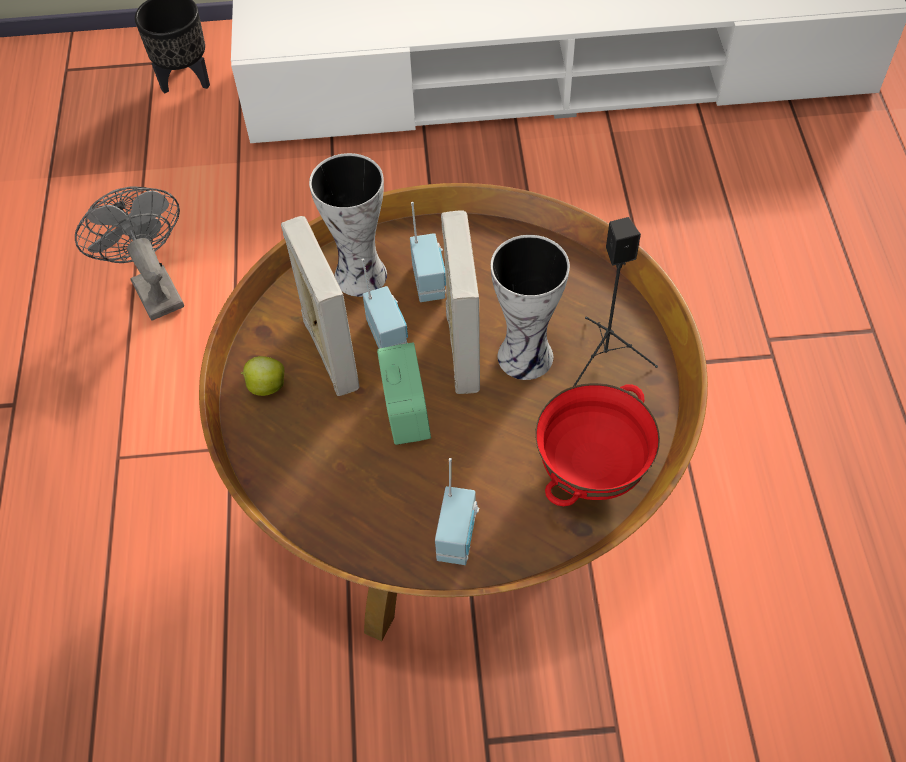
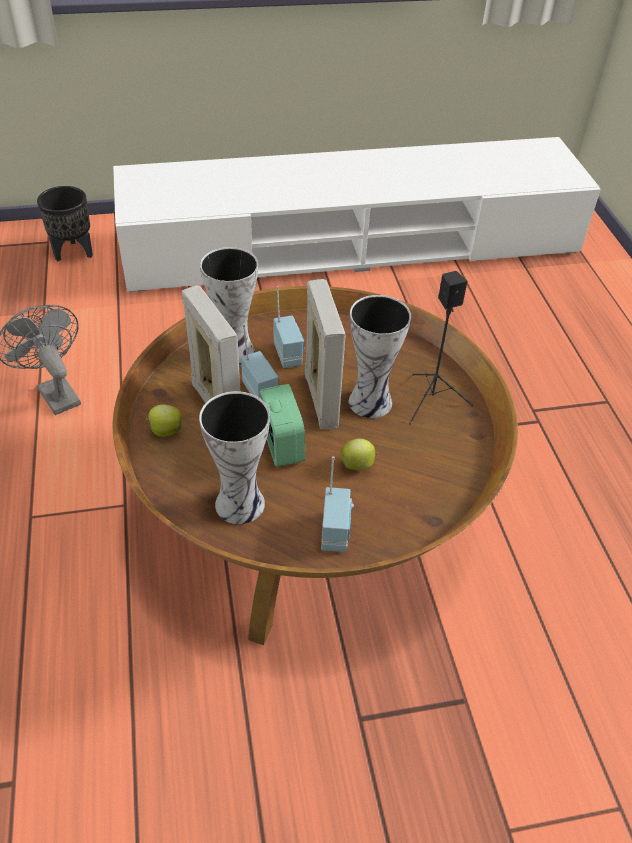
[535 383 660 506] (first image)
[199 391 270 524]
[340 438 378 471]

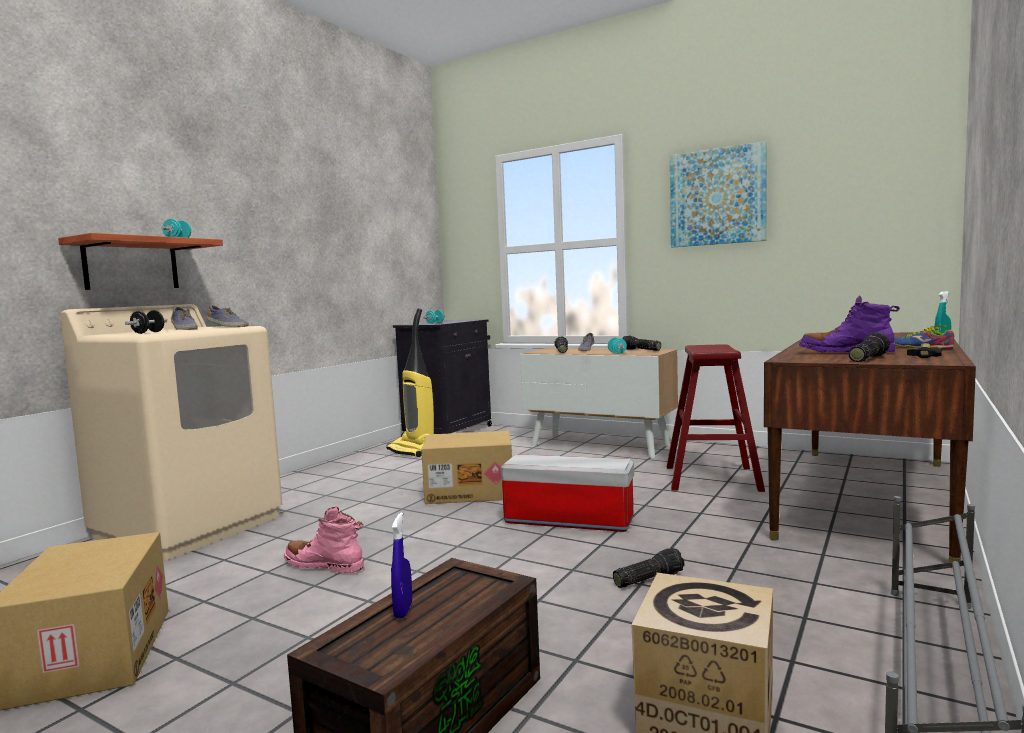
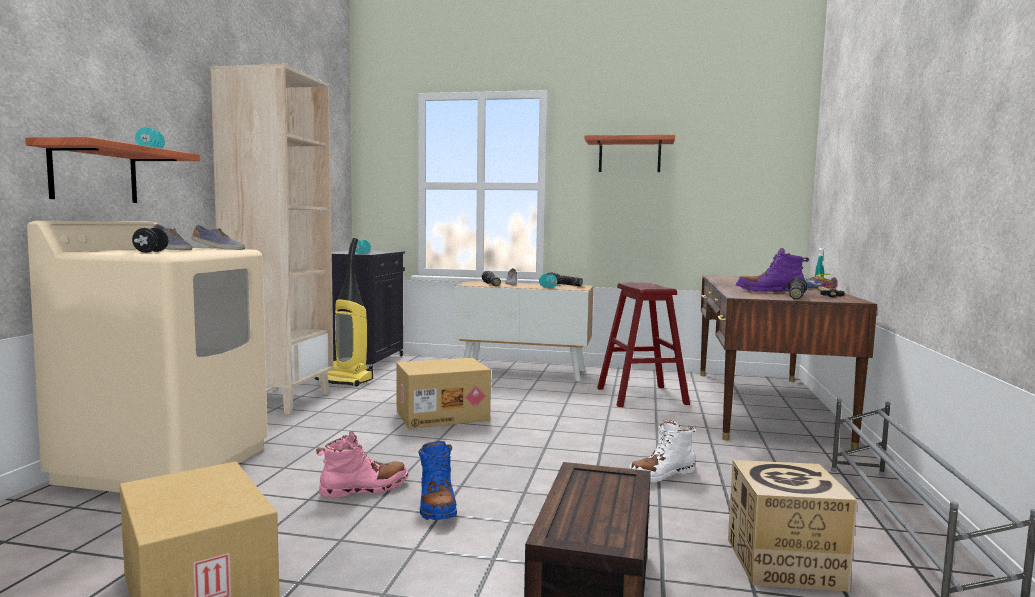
[315 432 409 499]
[391 513 412 618] (first image)
[501 454 634 532] (first image)
[629 420 696 482]
[584 135 675 172]
[210 64 333 415]
[418 441 457 520]

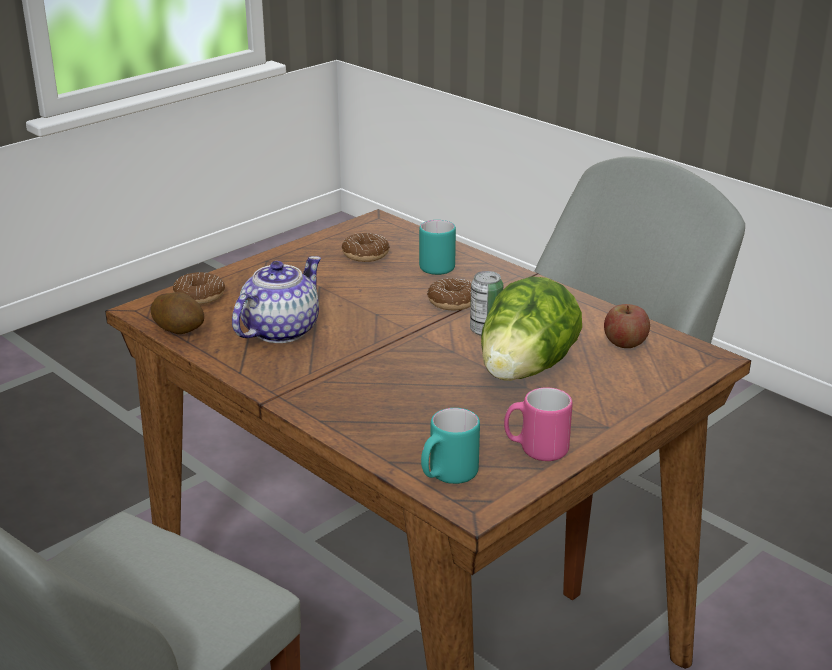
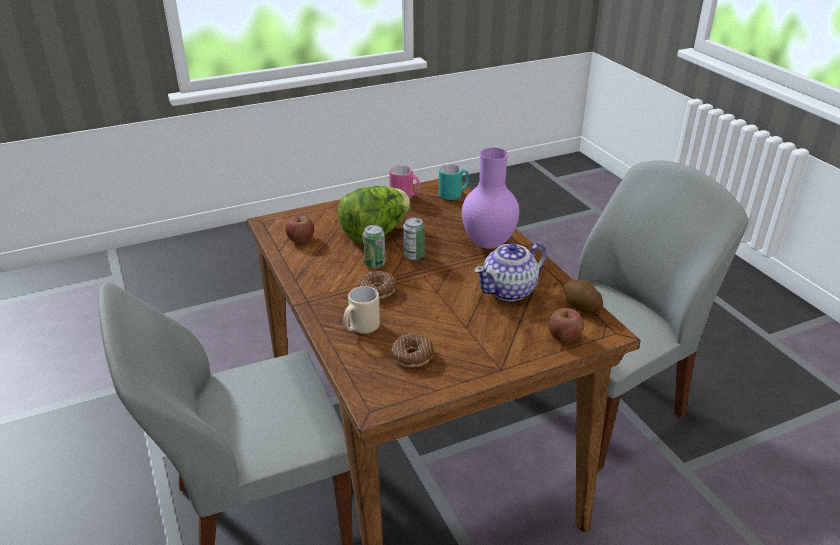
[549 308 584 342]
[343 286 380 334]
[403 217 425 260]
[462 148 520 249]

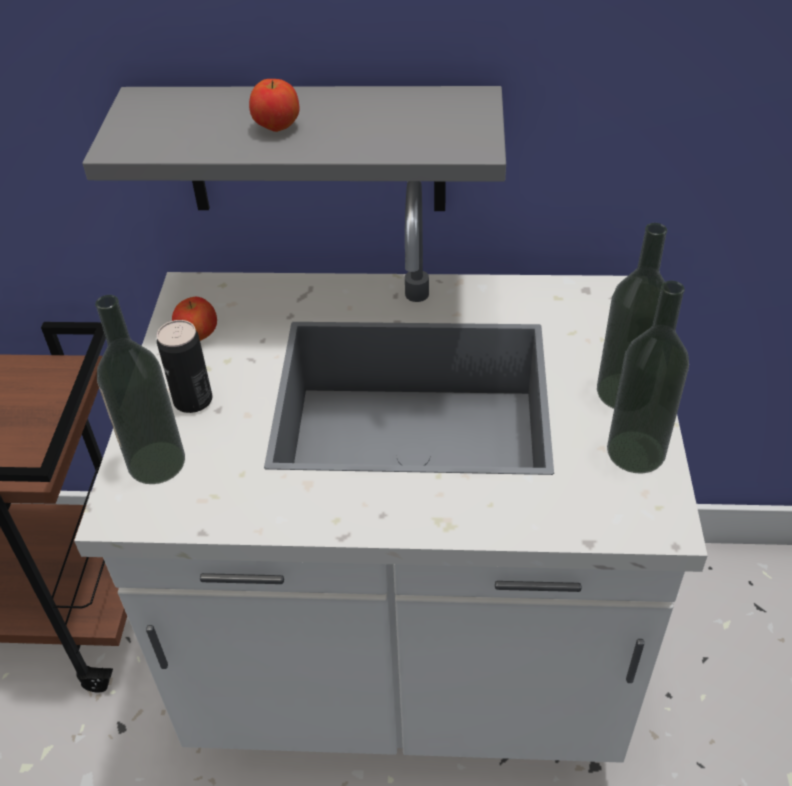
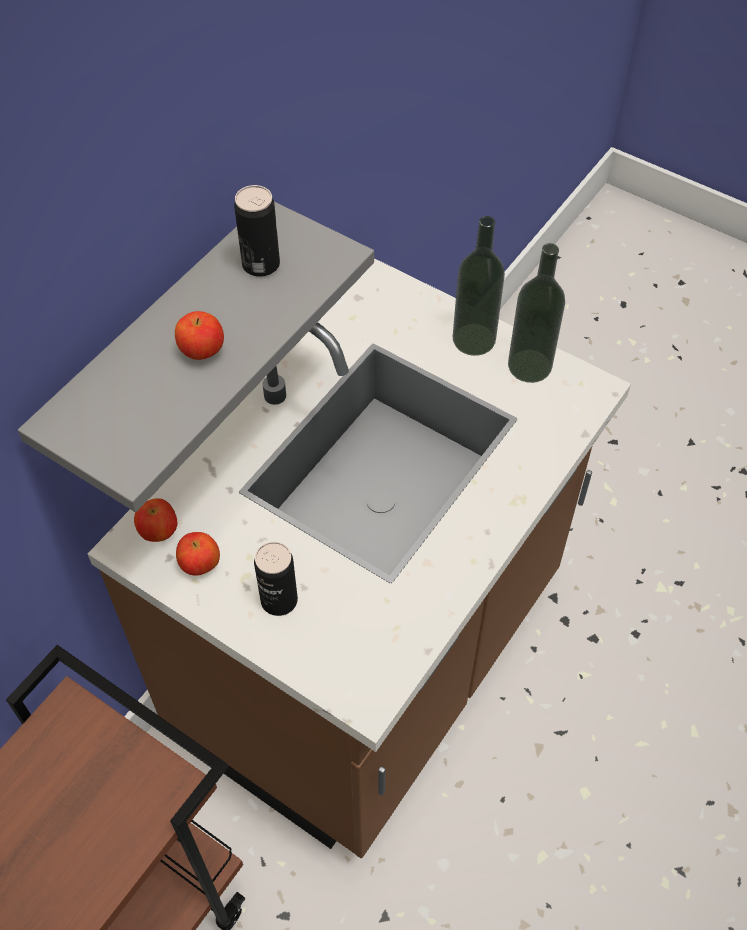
[88 258 631 858]
[95 295 185 484] (first image)
[134 498 177 542]
[234 185 280 277]

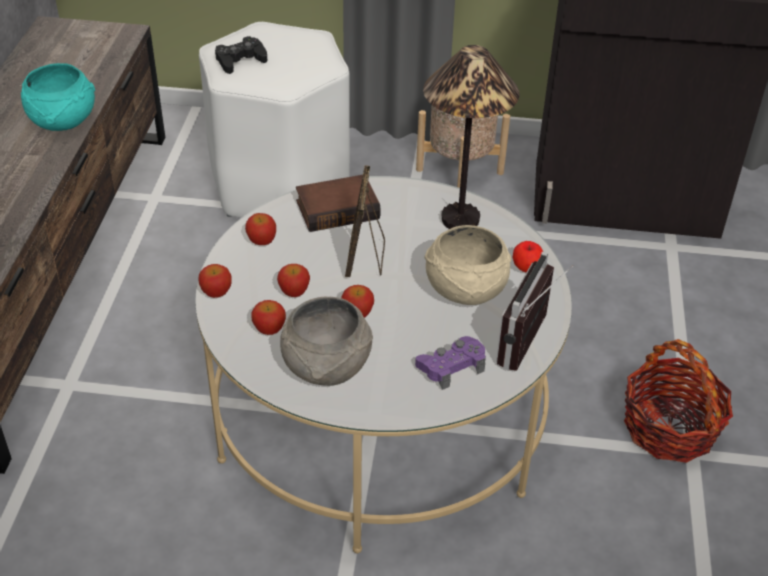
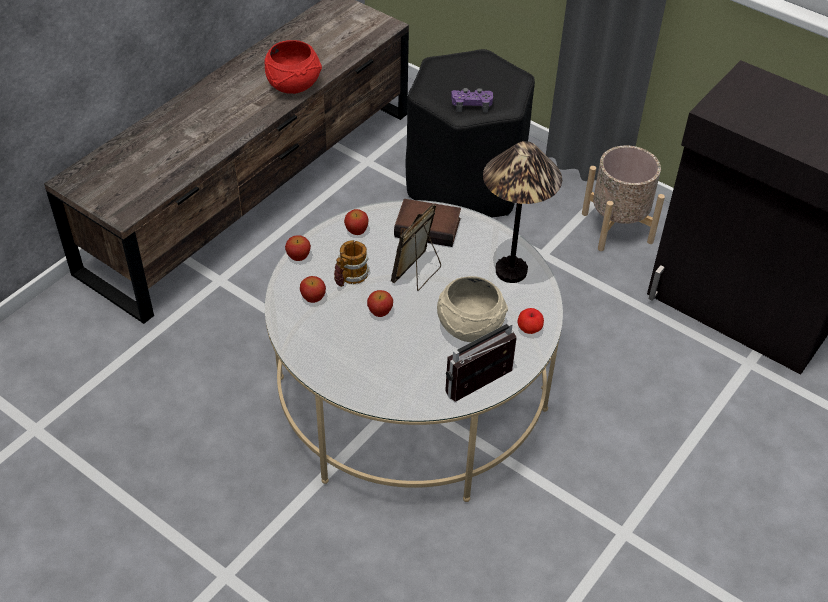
[264 40 322 94]
[406 49 535 218]
[215 36 267 74] (first image)
[334 240 369 287]
[280 297 373 386] (first image)
[451 88 493 112]
[624 339 733 463] (first image)

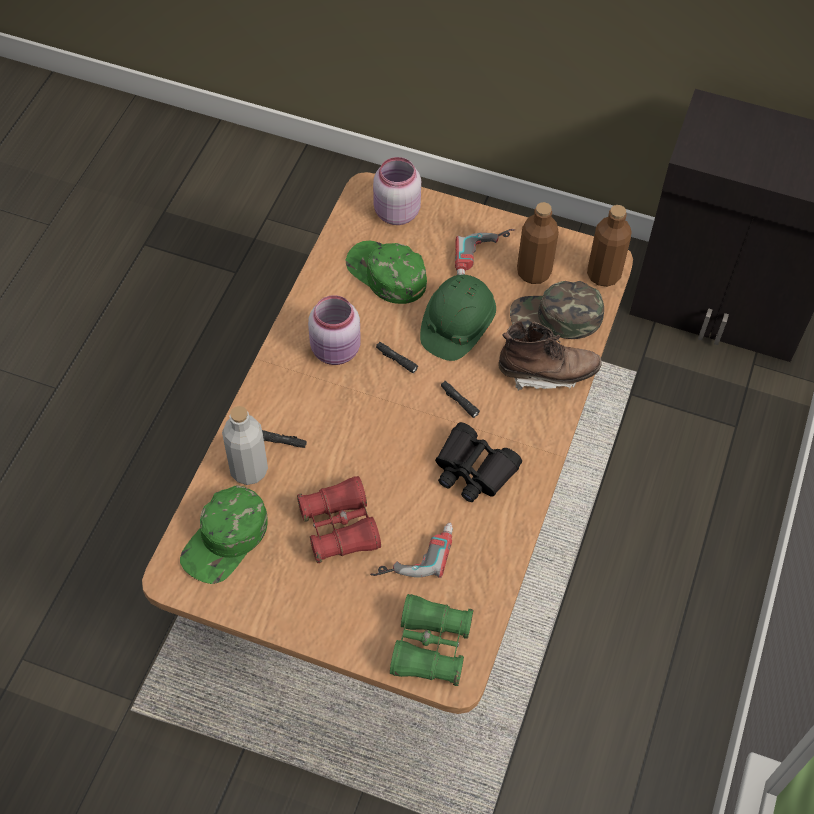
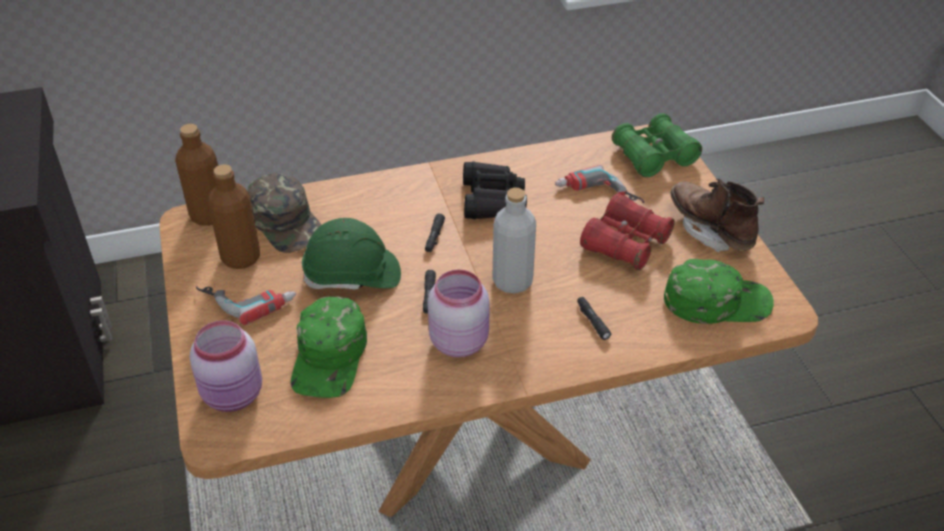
[492 187 536 294]
[670 179 764 252]

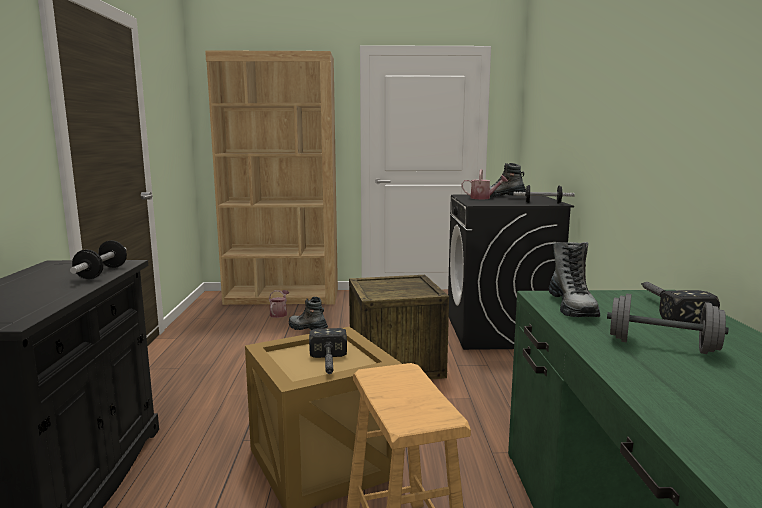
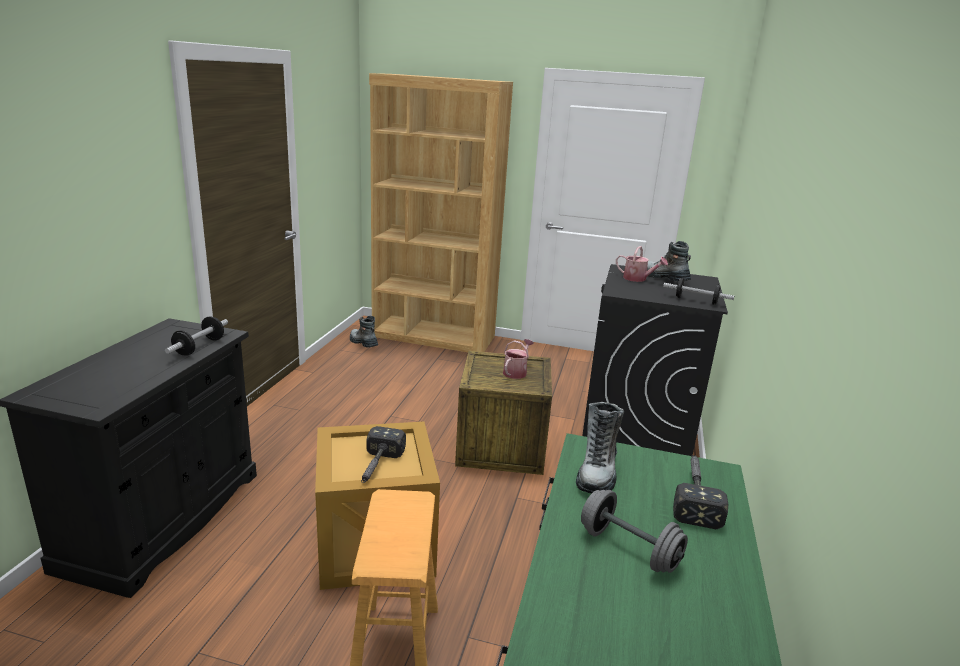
[503 339 534 379]
[350 316 378 348]

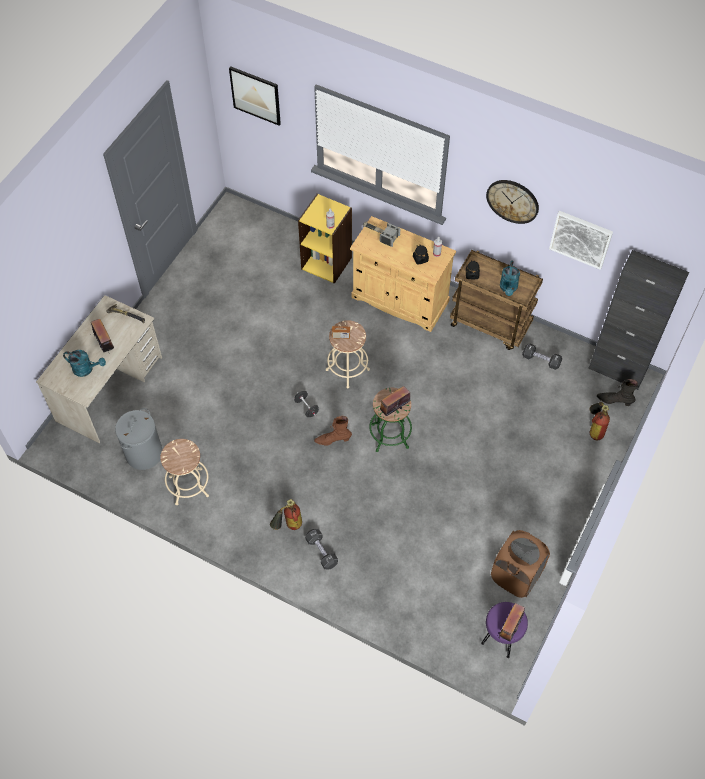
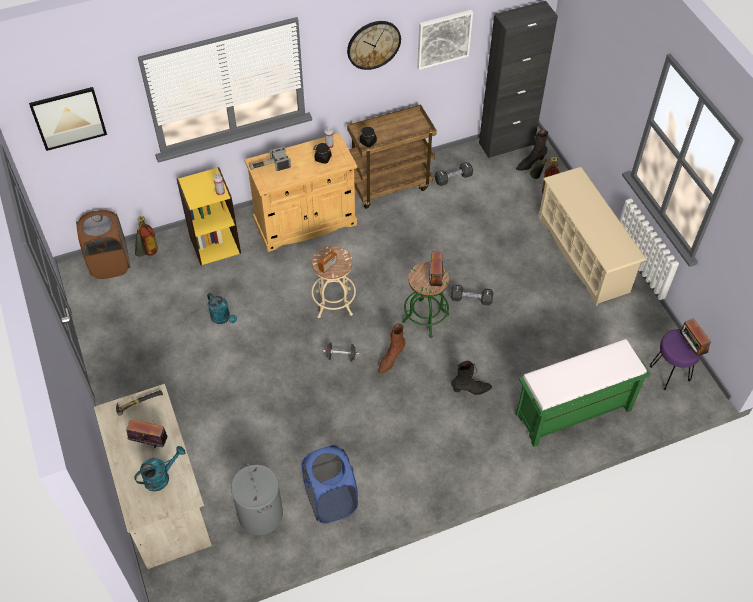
[302 445 358 524]
[135 216 158 257]
[451 285 493 305]
[76 210 130 279]
[207 293 237 324]
[451 361 492 395]
[516 339 651 447]
[538 167 647 306]

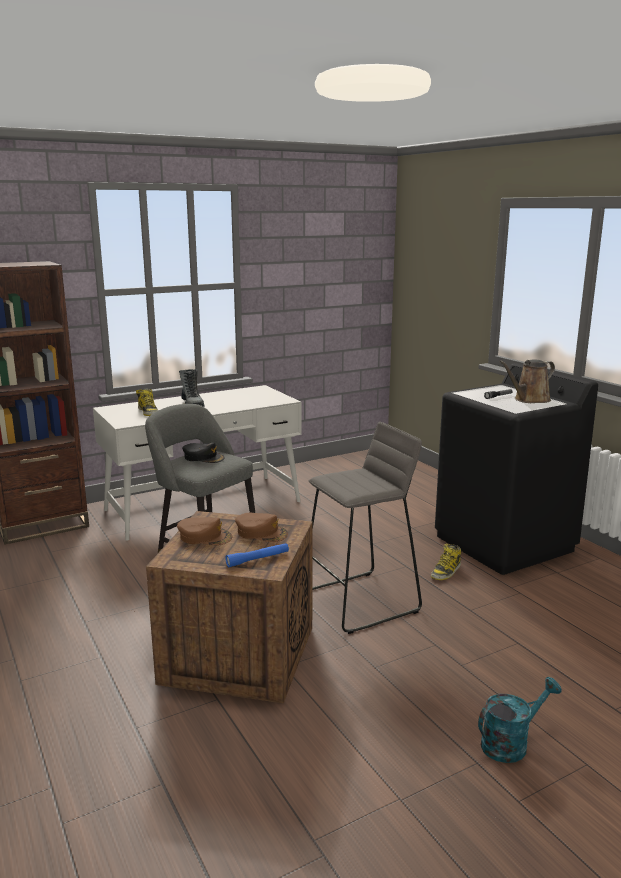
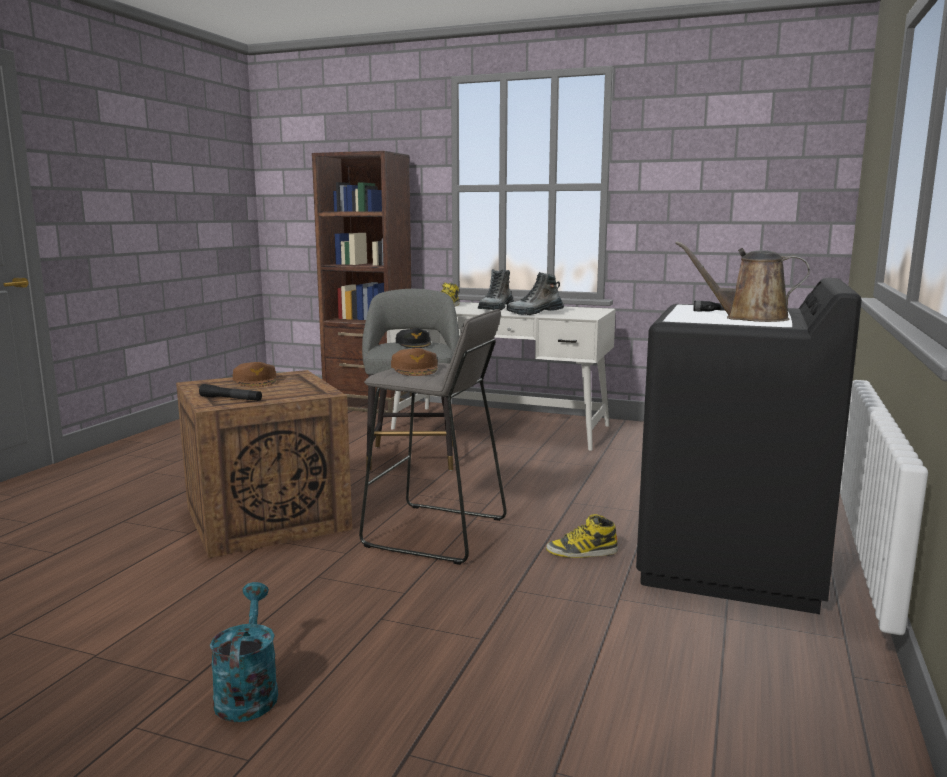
[199 384 262 401]
[391 348 438 376]
[210 582 278 722]
[507 272 564 315]

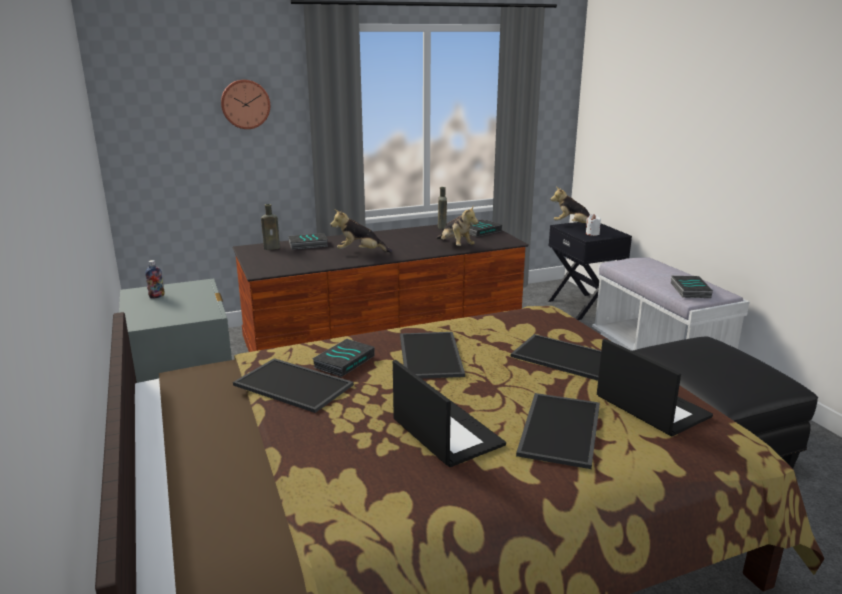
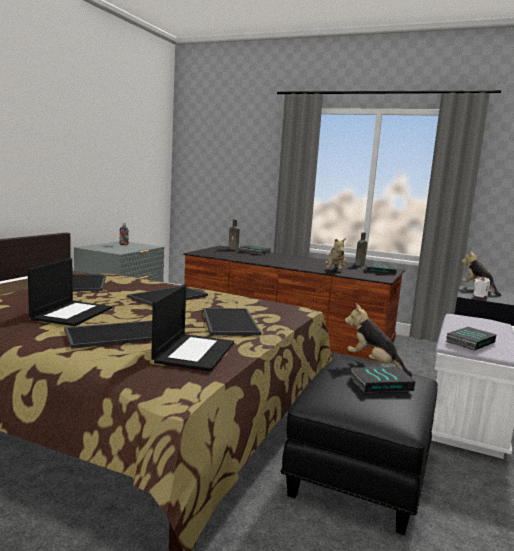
[221 80 270 129] (first image)
[350 367 416 393]
[345 304 412 377]

